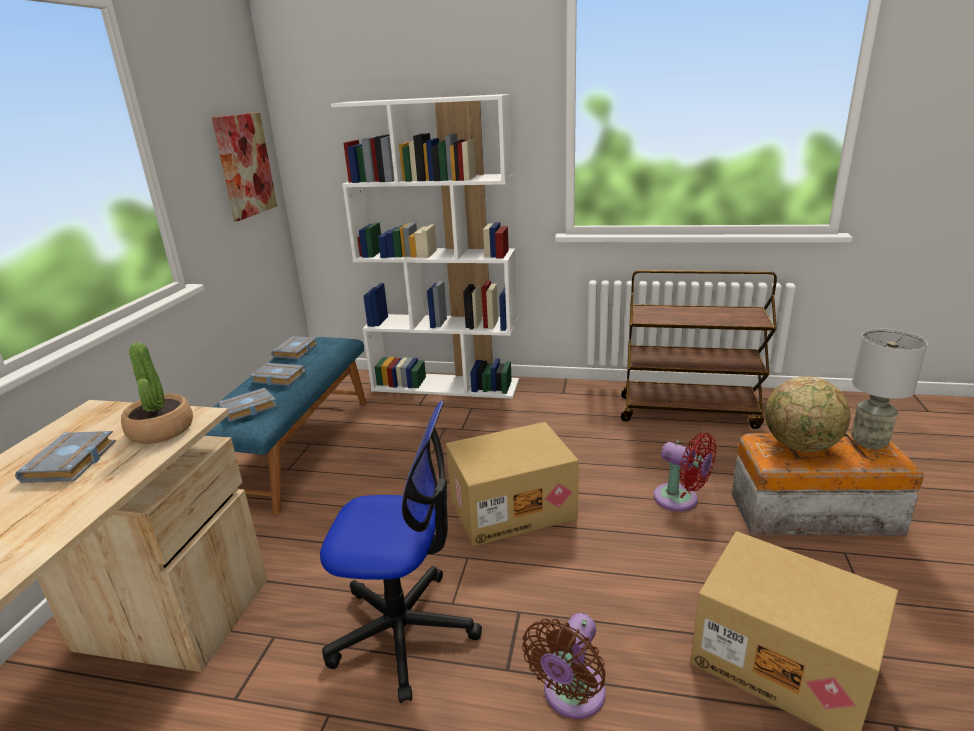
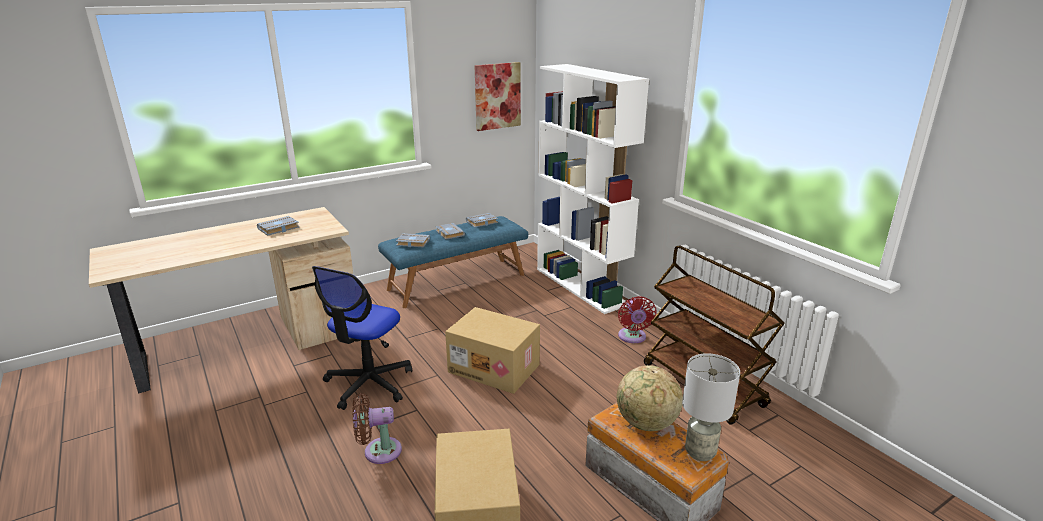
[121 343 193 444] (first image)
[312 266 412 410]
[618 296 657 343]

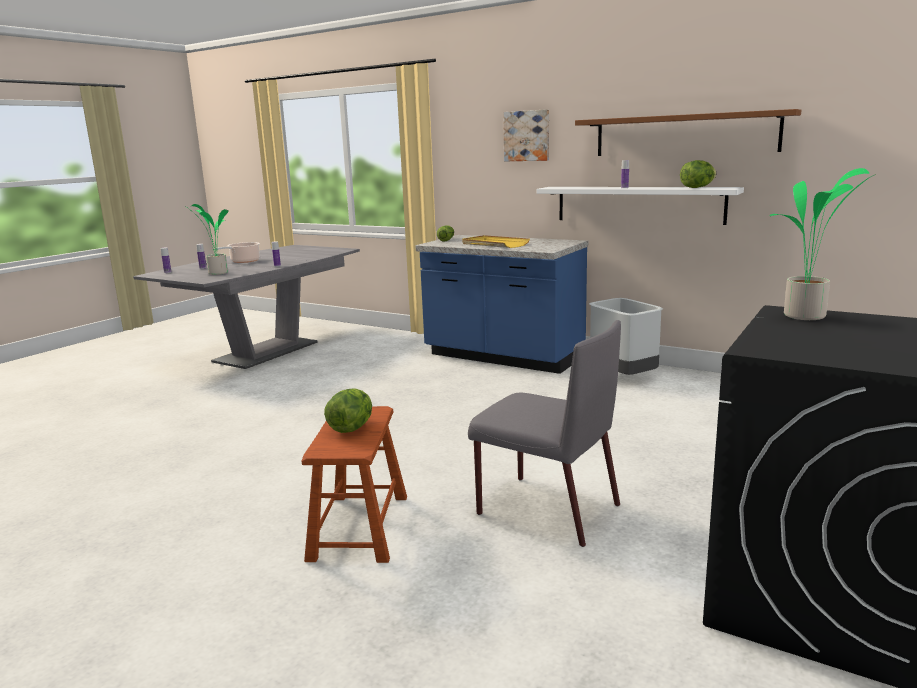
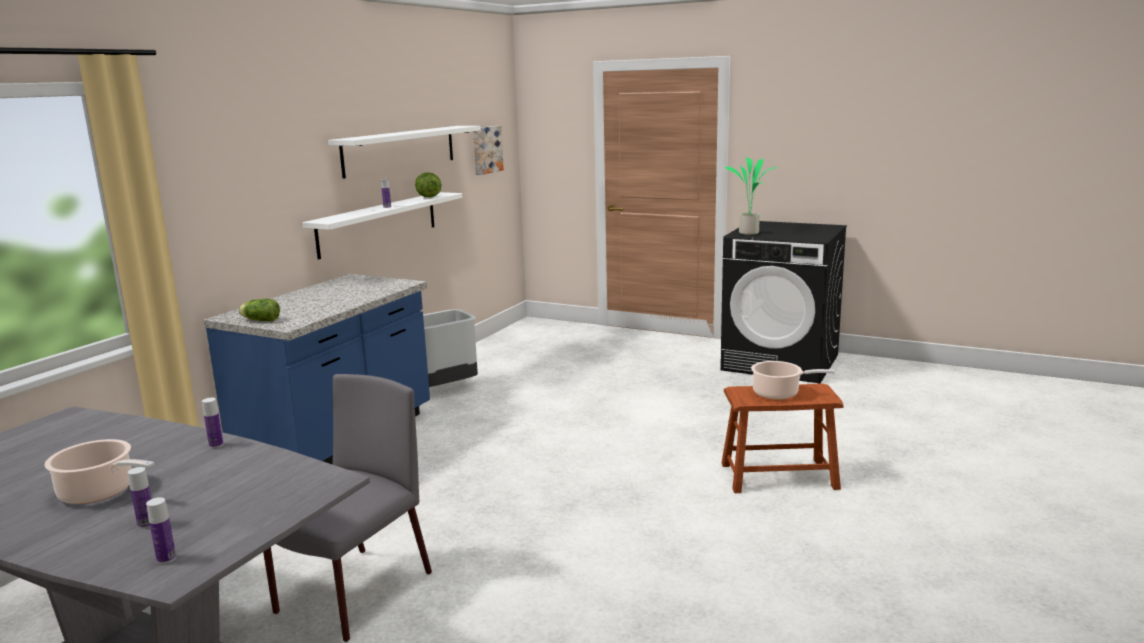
[188 204 229 275] (first image)
[751 361 835 400]
[462 235 530 248] (first image)
[263 374 432 642]
[473 126 504 175]
[328 126 481 179]

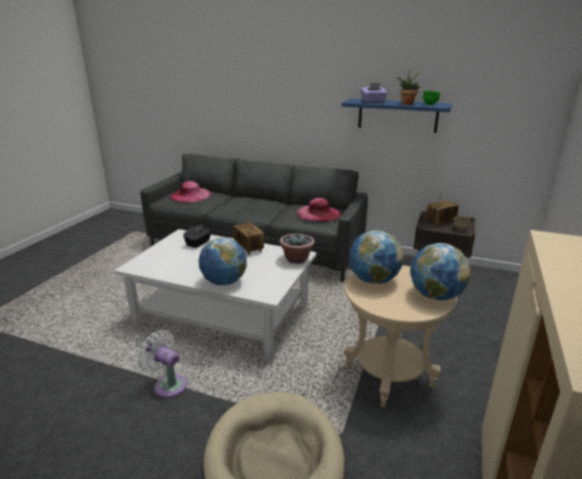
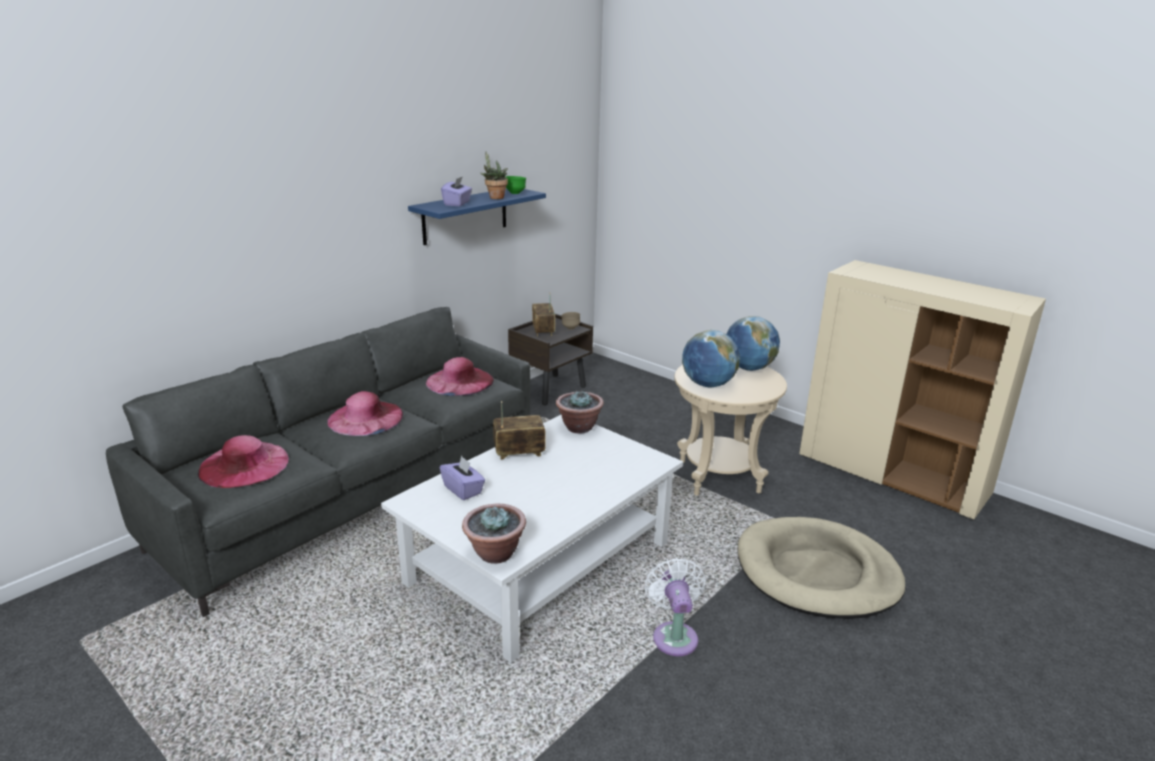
[644 557 706 656]
[440 455 485 500]
[199 237 247 285] (first image)
[327 391 403 436]
[462 504 526 564]

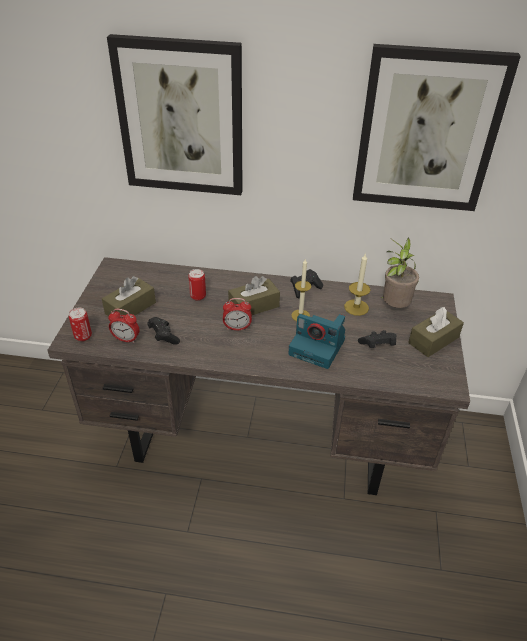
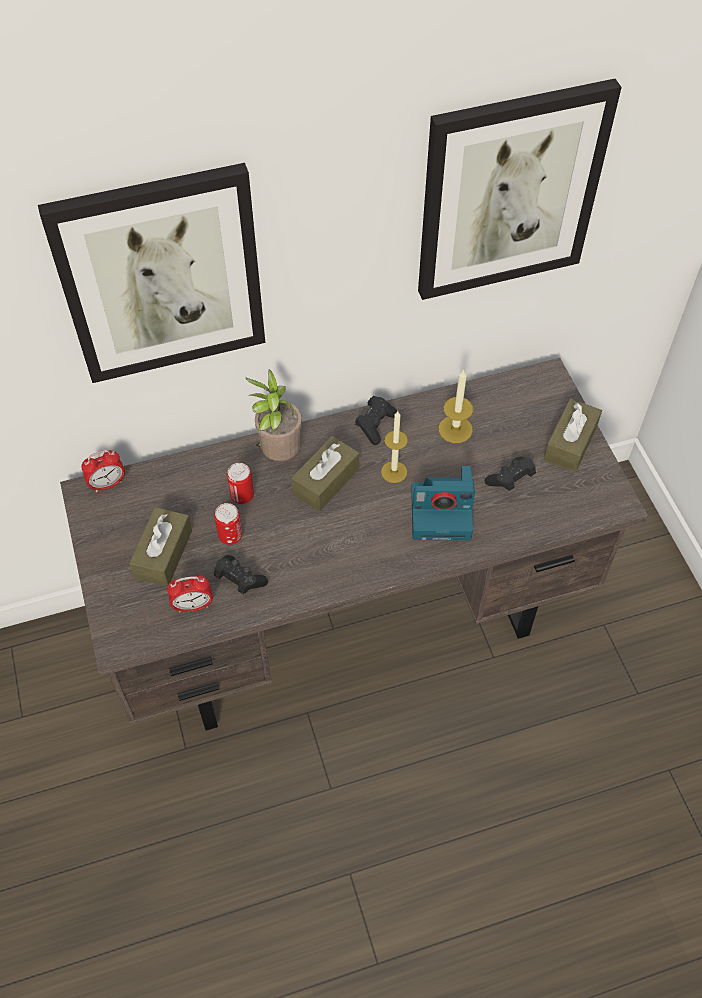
[214 503 242 545]
[81 450 125 492]
[246 369 302 461]

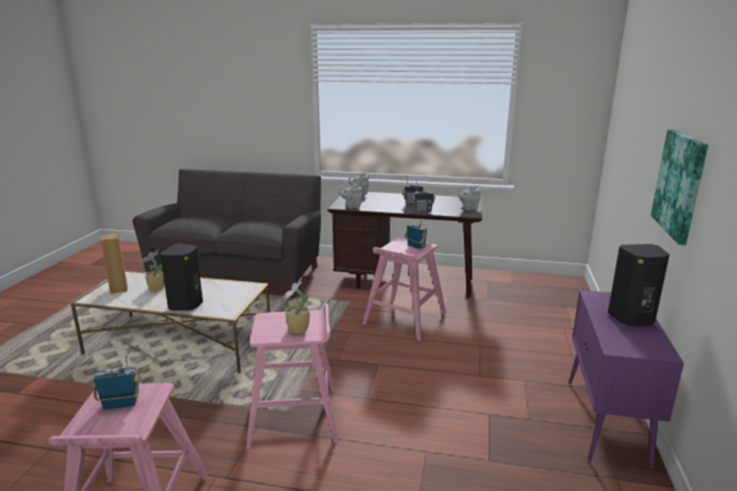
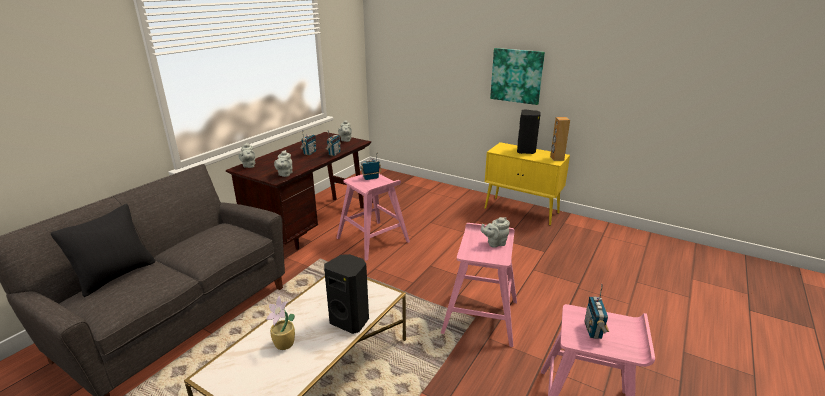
[550 117 570 161]
[481 217 510 248]
[485 142 570 226]
[51 204 155 297]

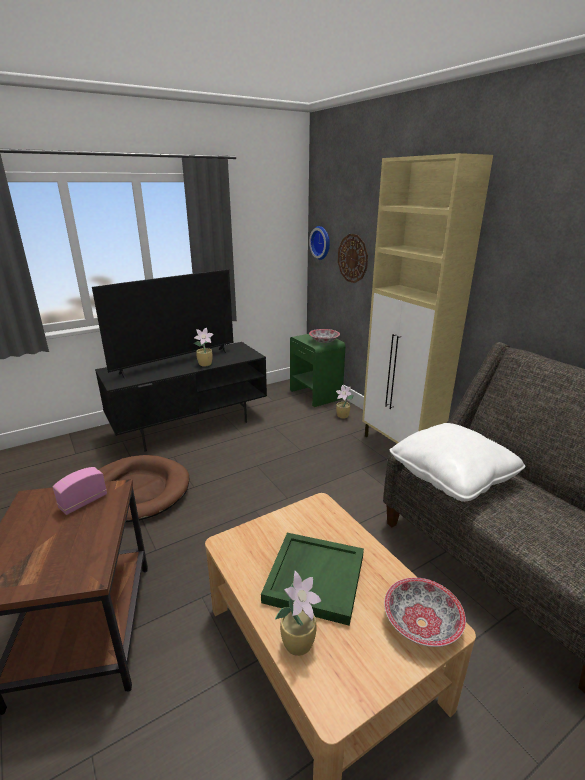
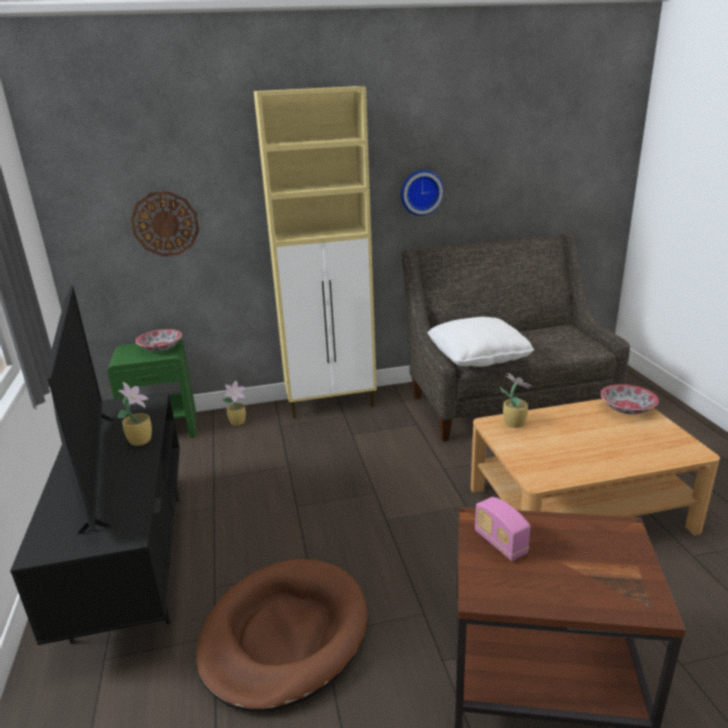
[261 533 364 626] (first image)
[500 373 532 428]
[401 170 444 216]

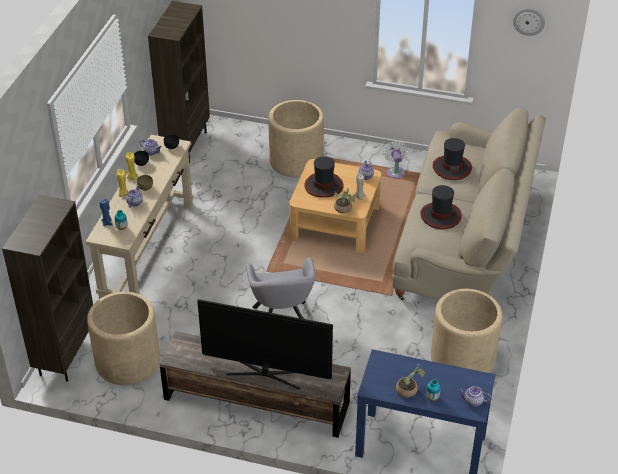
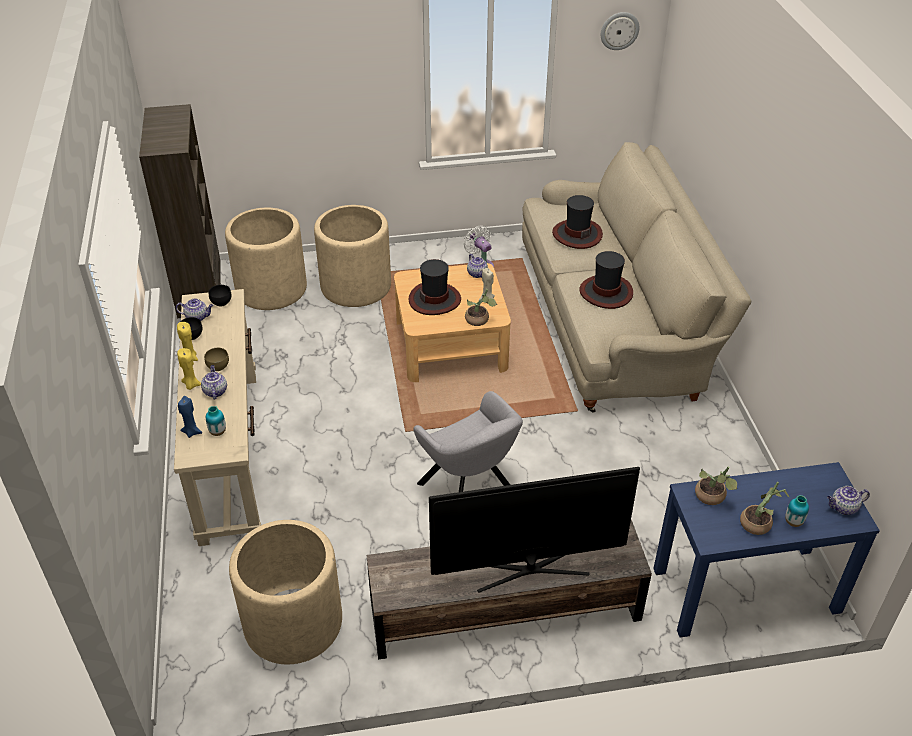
[2 195 93 382] (first image)
[225 208 307 310]
[695 466 737 505]

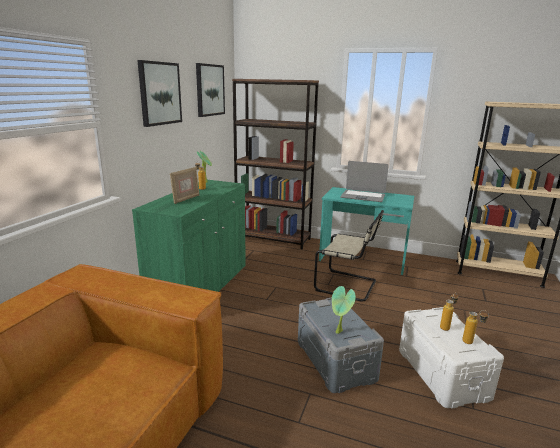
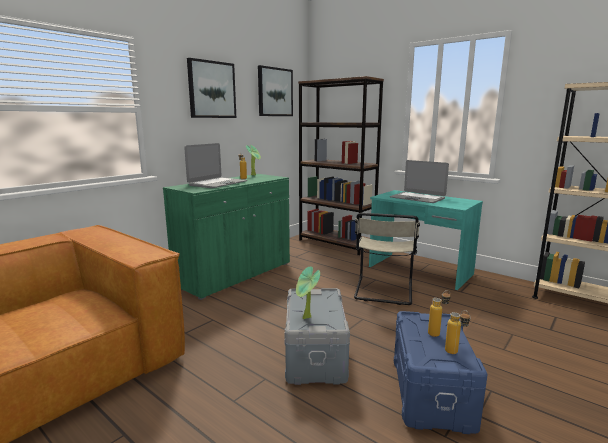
[184 143 247 188]
[354 213 420 305]
[394 311 488 434]

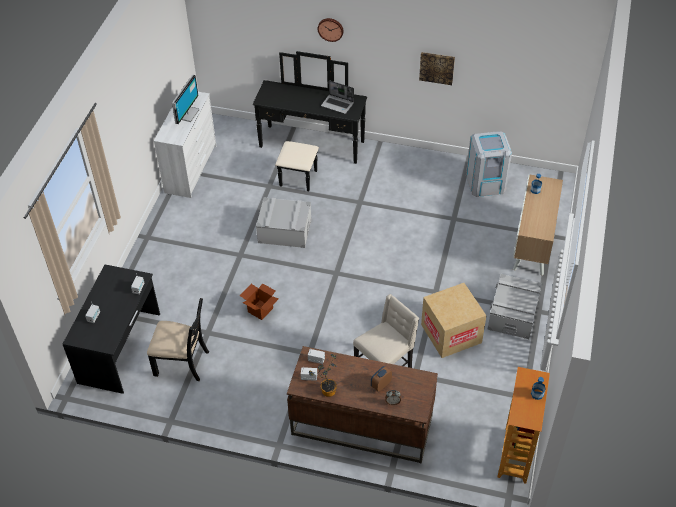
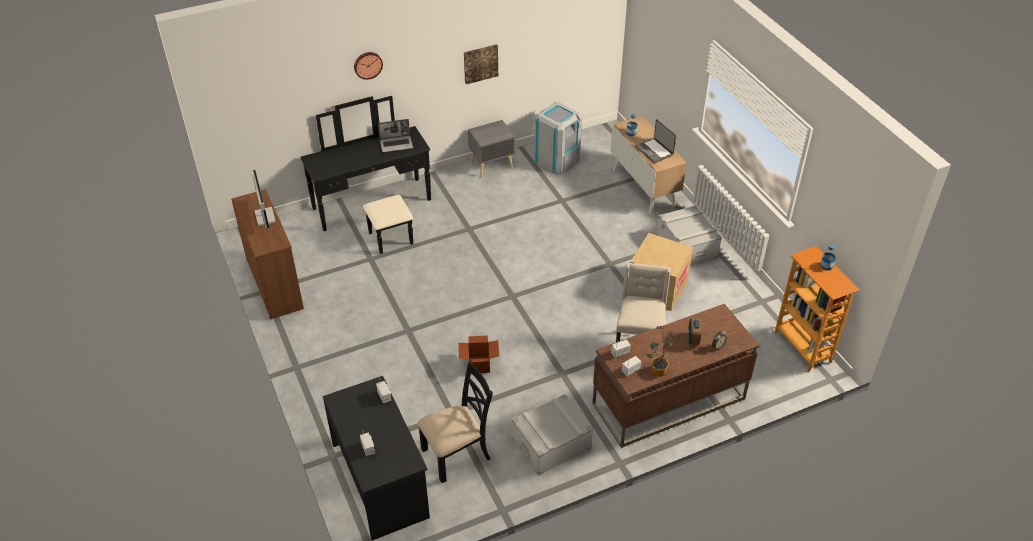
[231 189 304 319]
[512 394 593 476]
[468 120 515 178]
[636 119 676 163]

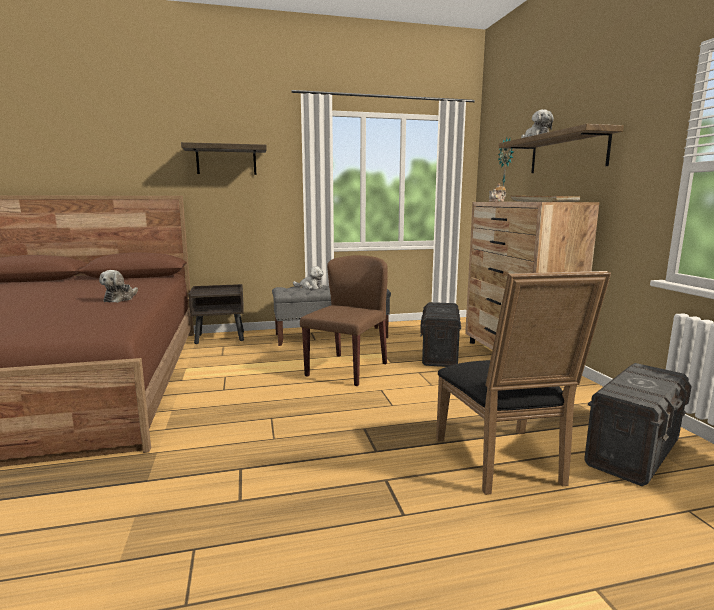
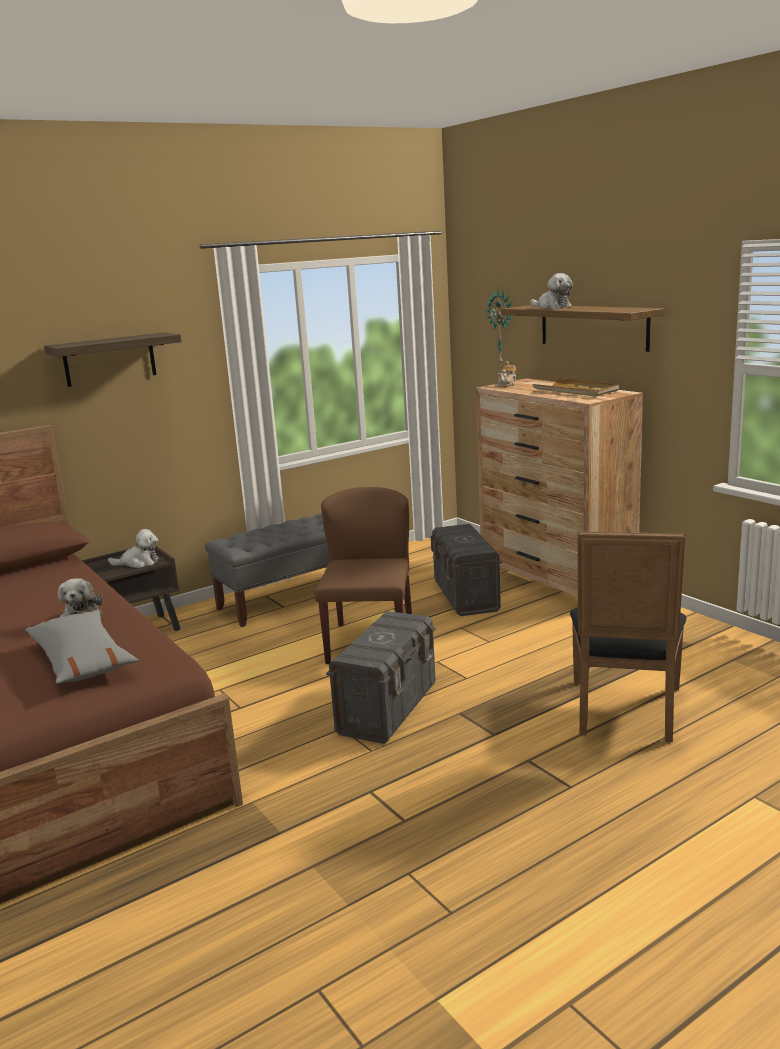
[108 529 158 568]
[570 531 686 742]
[326 611 436 744]
[25 610 138 684]

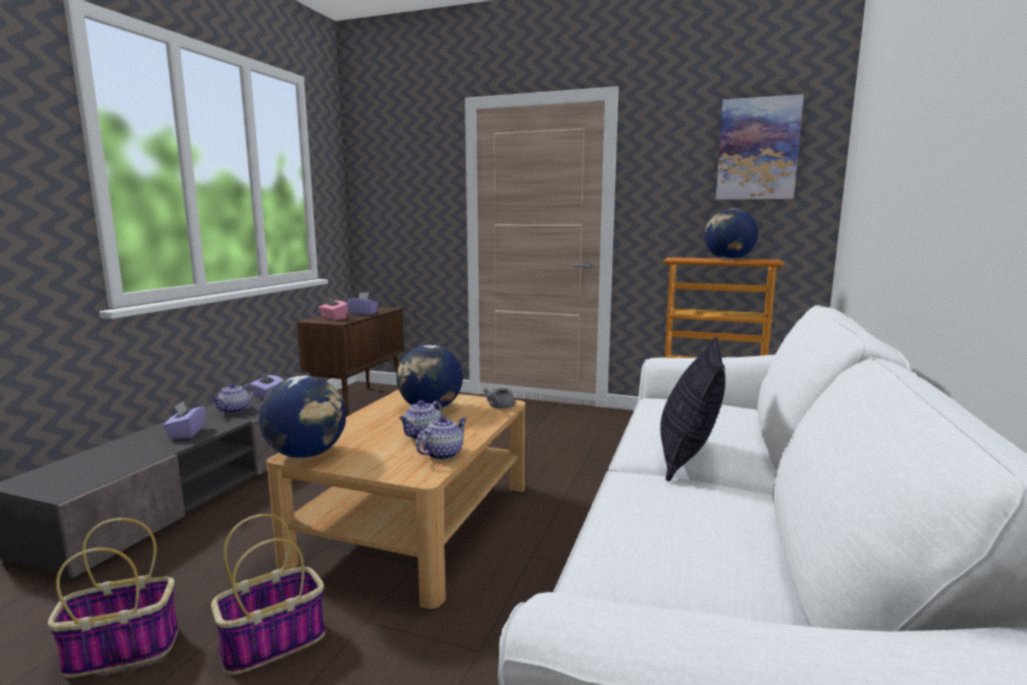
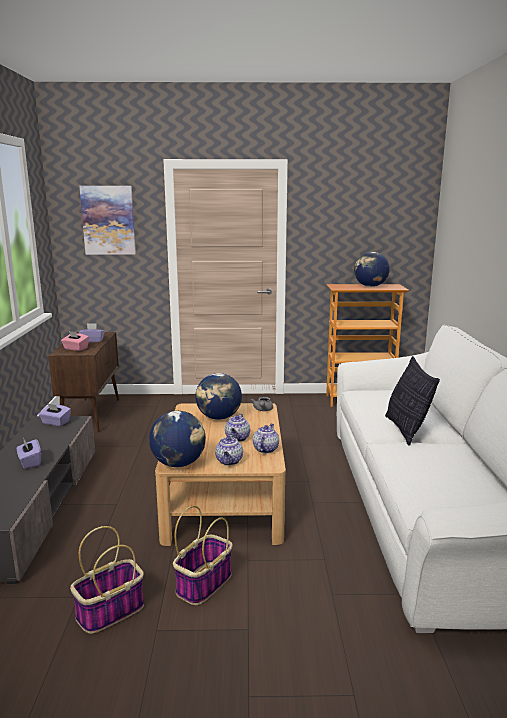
[215 434 243 466]
[79 186 136 255]

